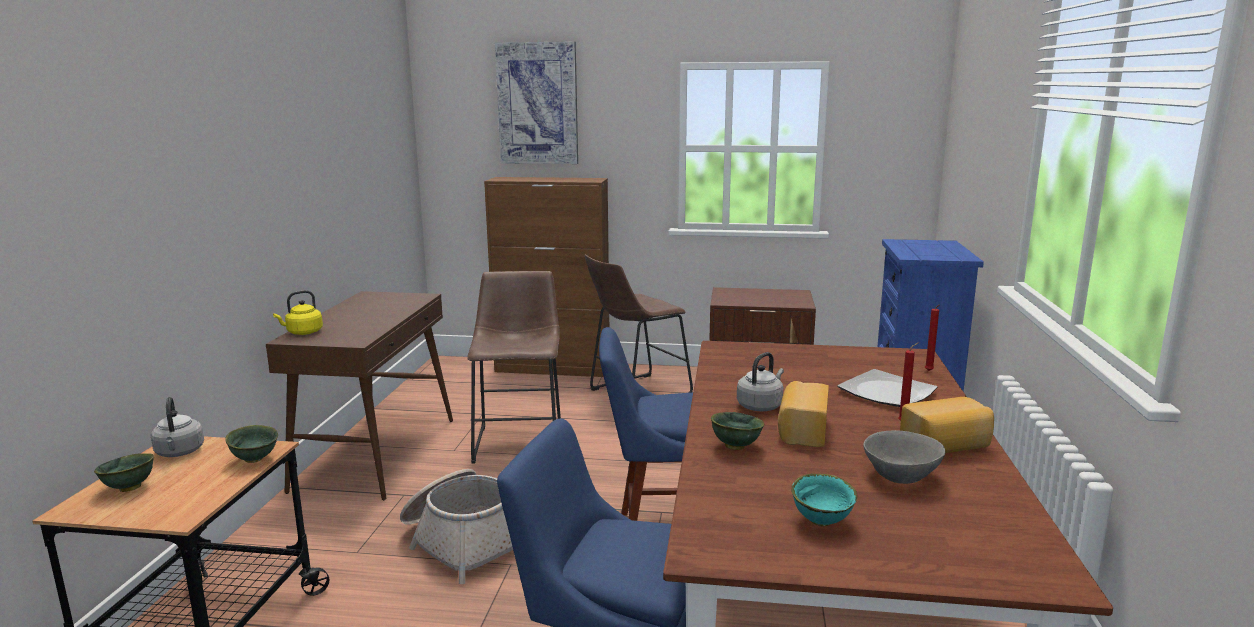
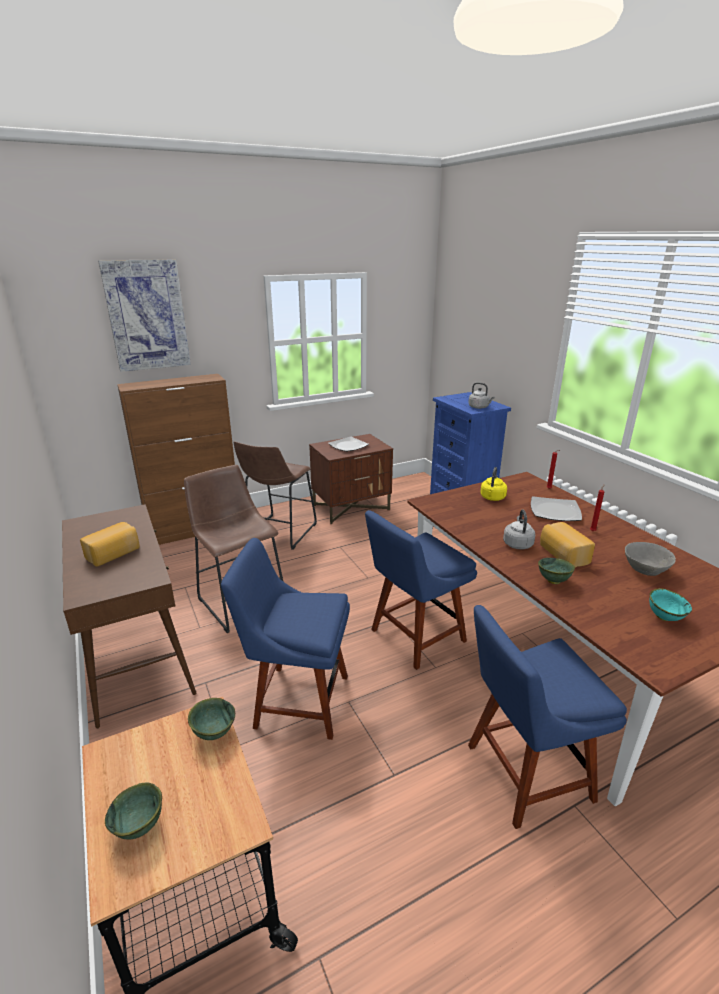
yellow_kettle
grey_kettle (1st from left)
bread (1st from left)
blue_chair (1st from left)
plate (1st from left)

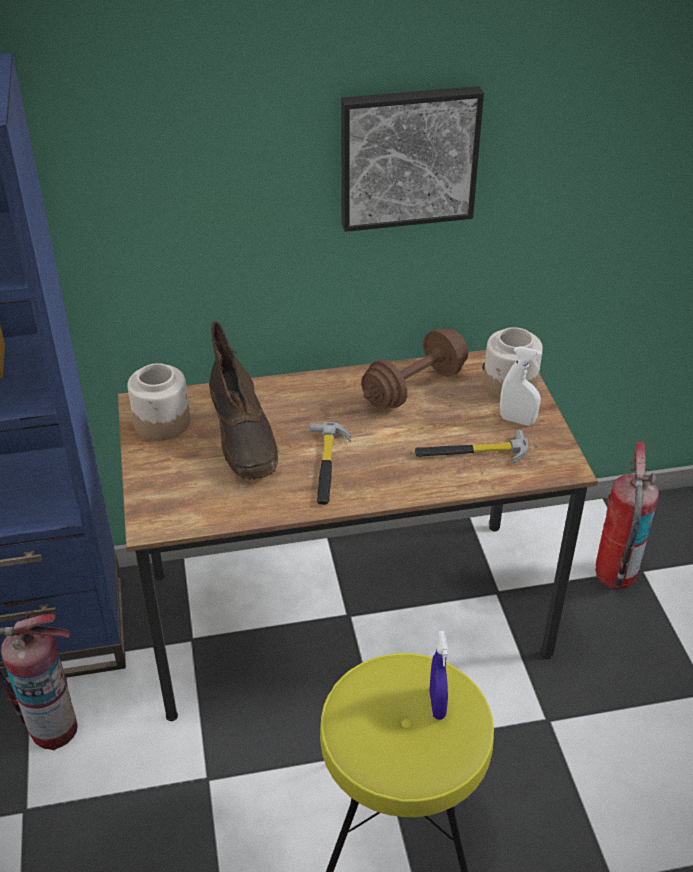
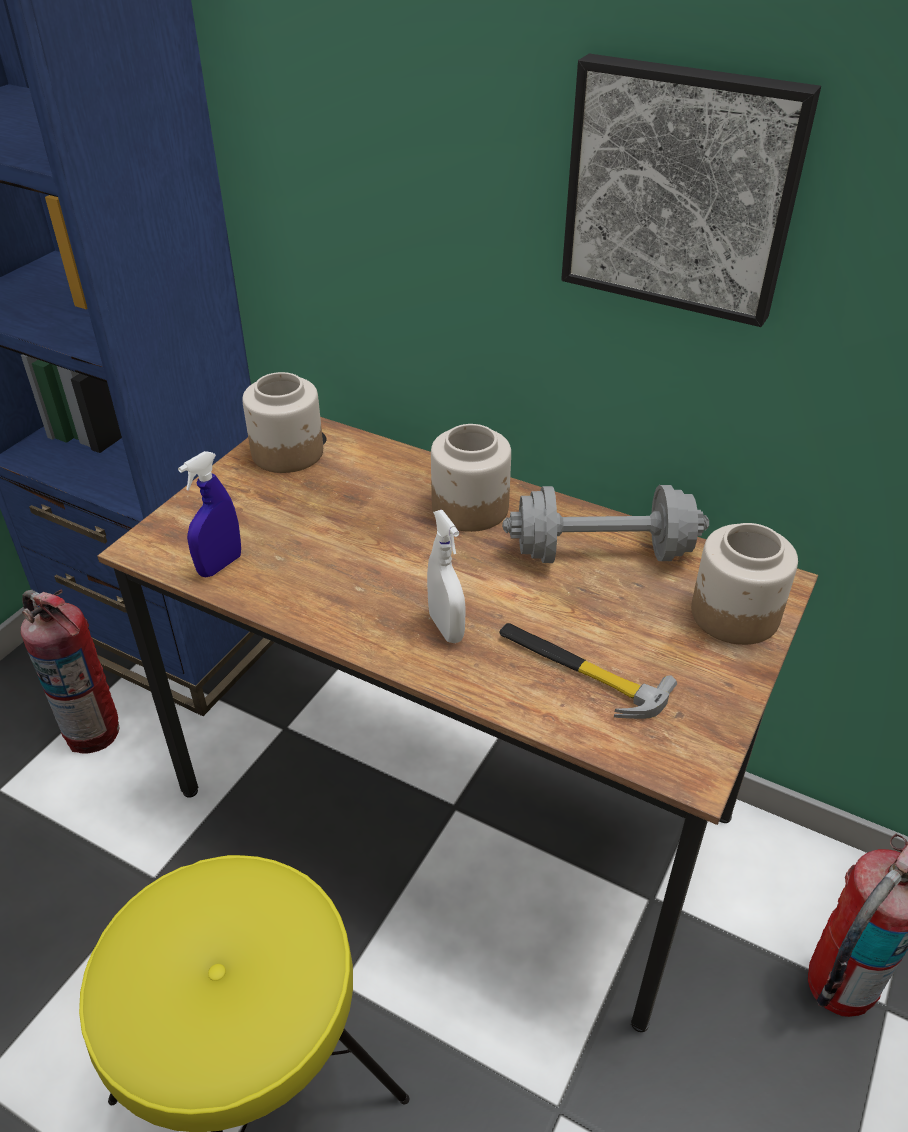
brown_boot
grey_dumbbell
white_spray_bottle
hammer (1st from left in the first image)
blue_spray_bottle
jar (2nd from left)

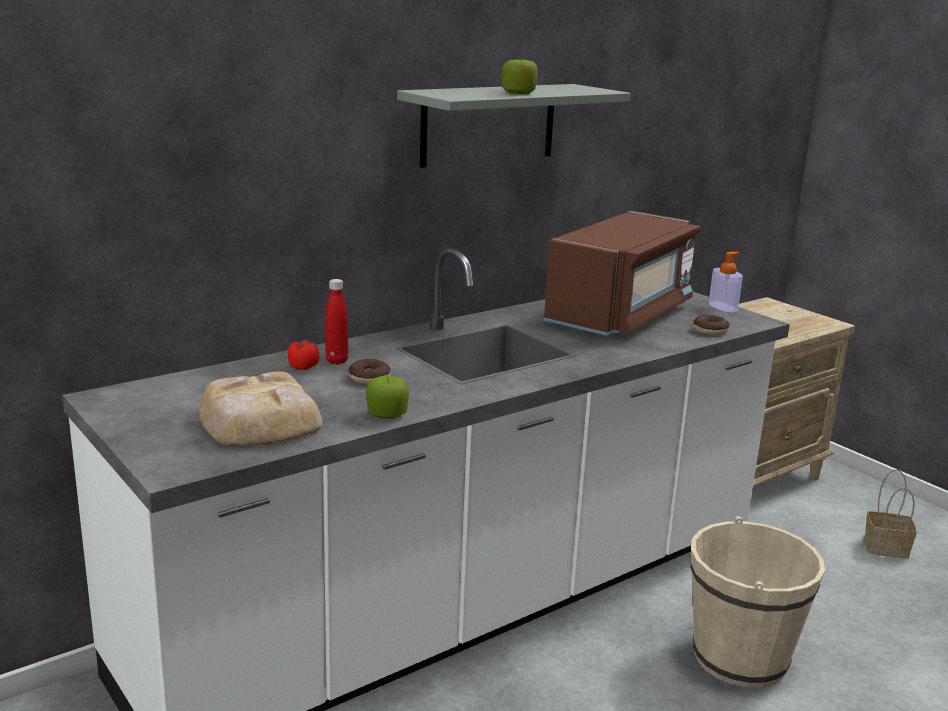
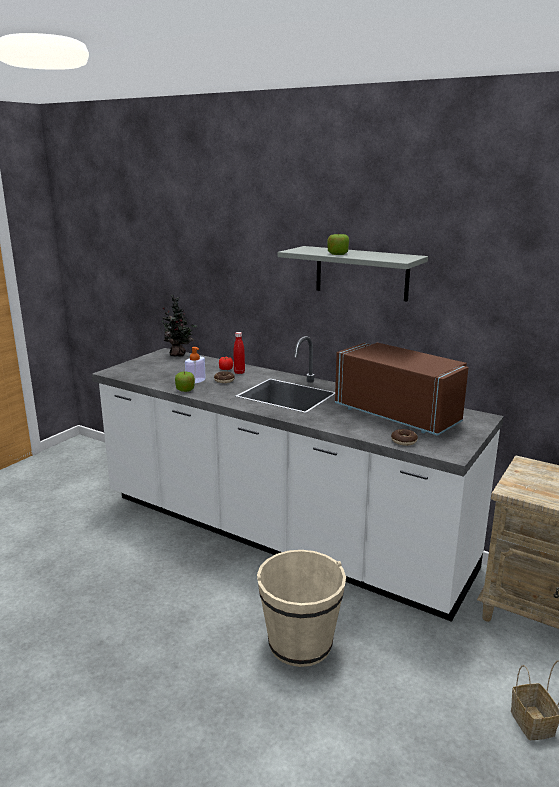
brown_microwave
soap_dispenser
bread
potted_plant

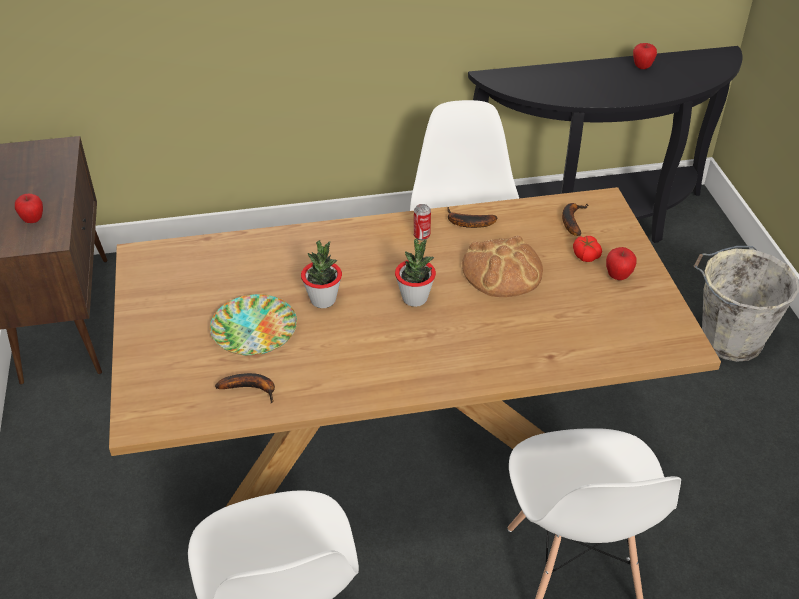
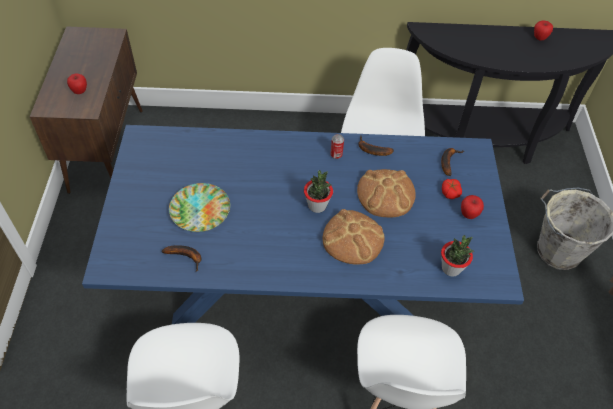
blue_dining_table
potted_plant (2nd from left)
bread (1st from left)

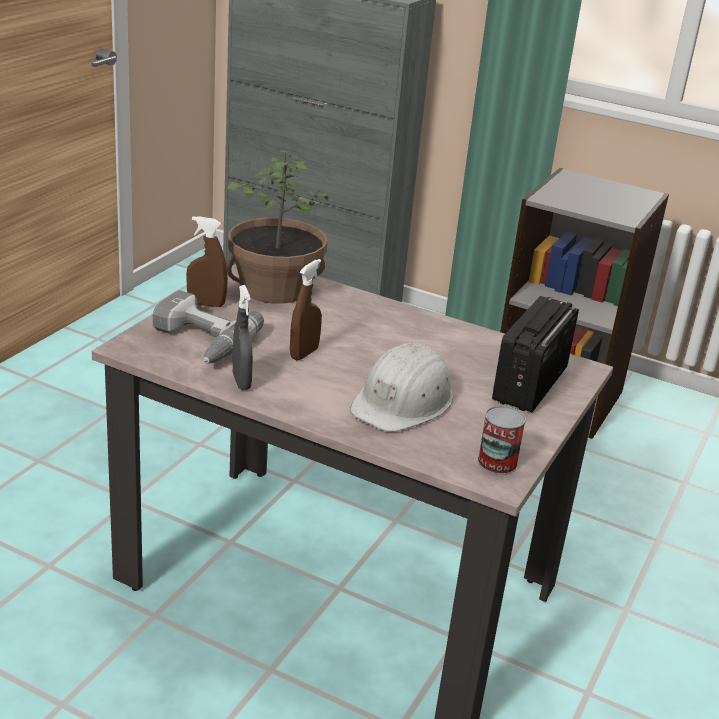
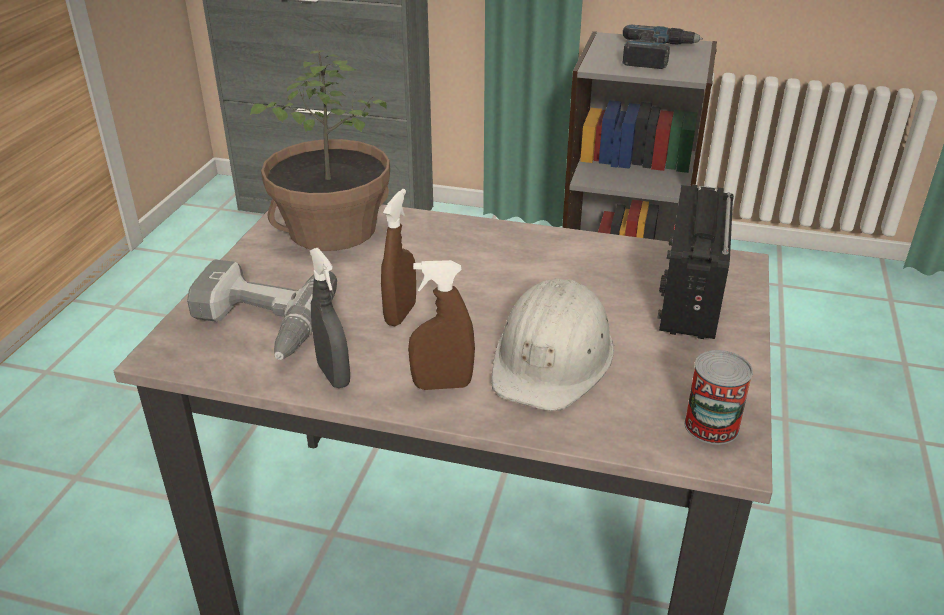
brown_spray_bottle (2nd from left)
power_drill (2nd from left)

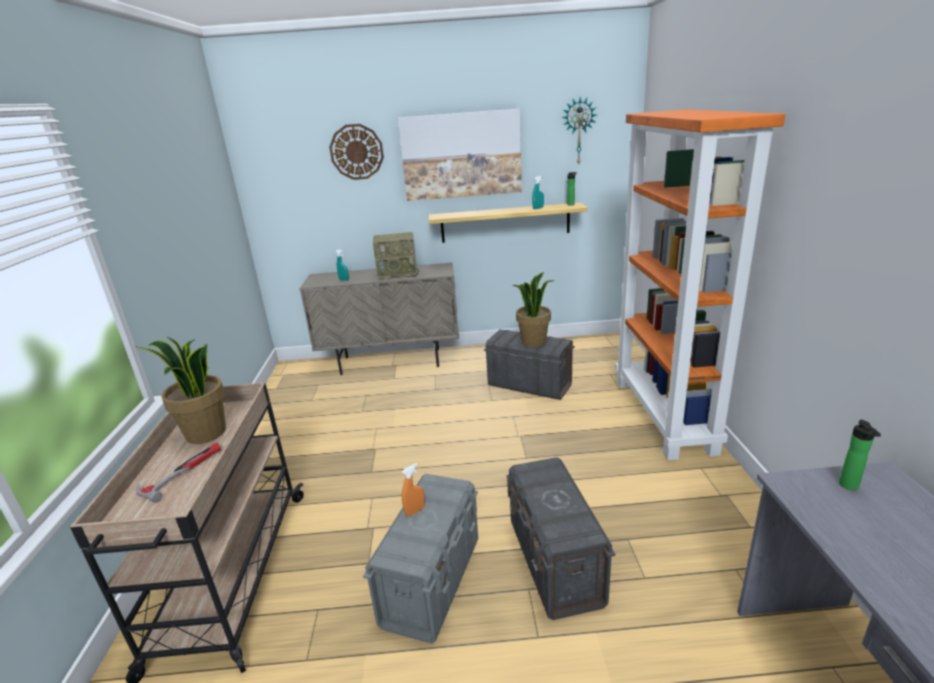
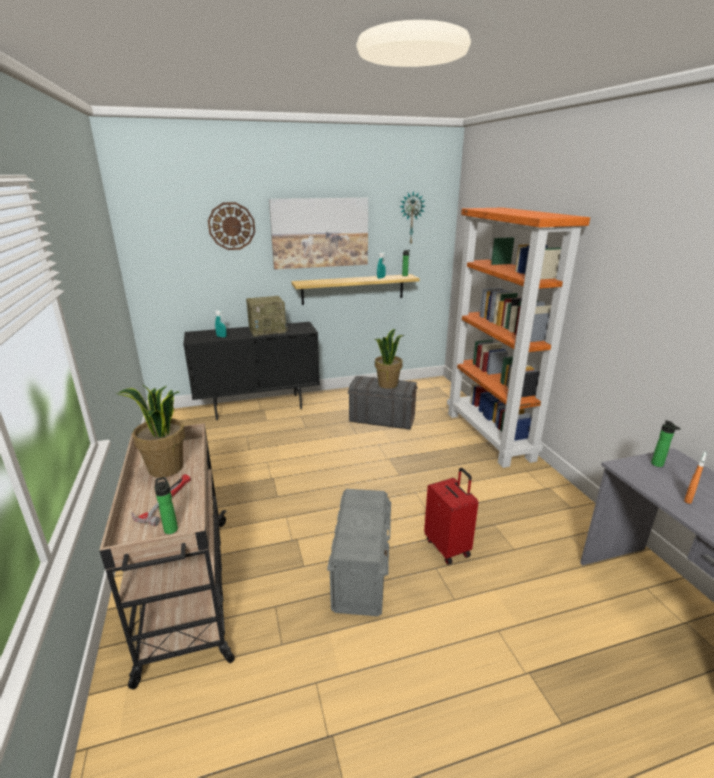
black_cabinet
red_suitcase
orange_spray_bottle
bottle (1st from left)

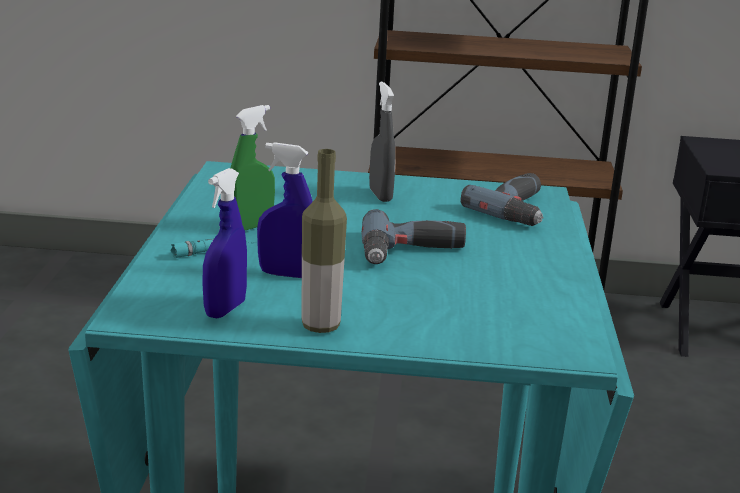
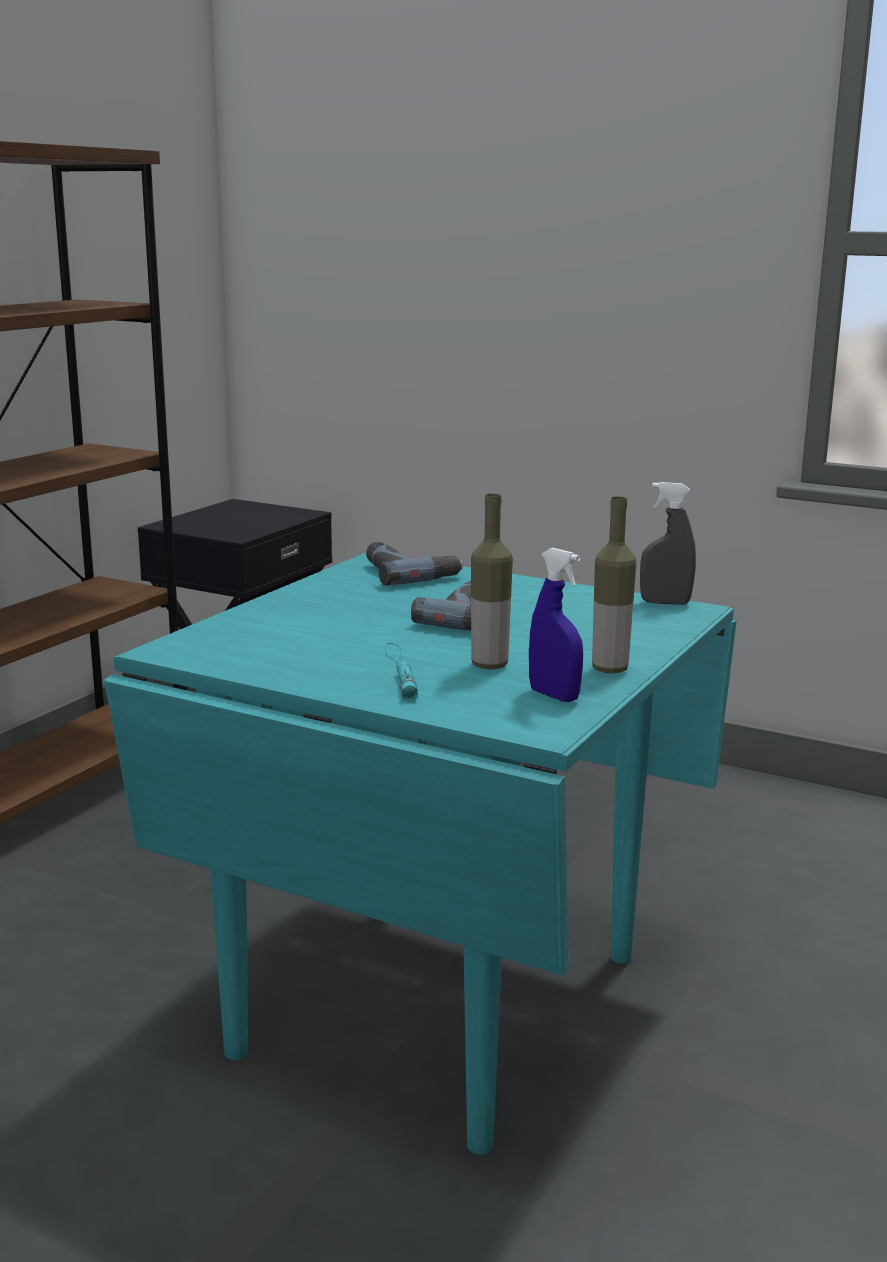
grey_spray_bottle
green_spray_bottle
bottle (1st from left)

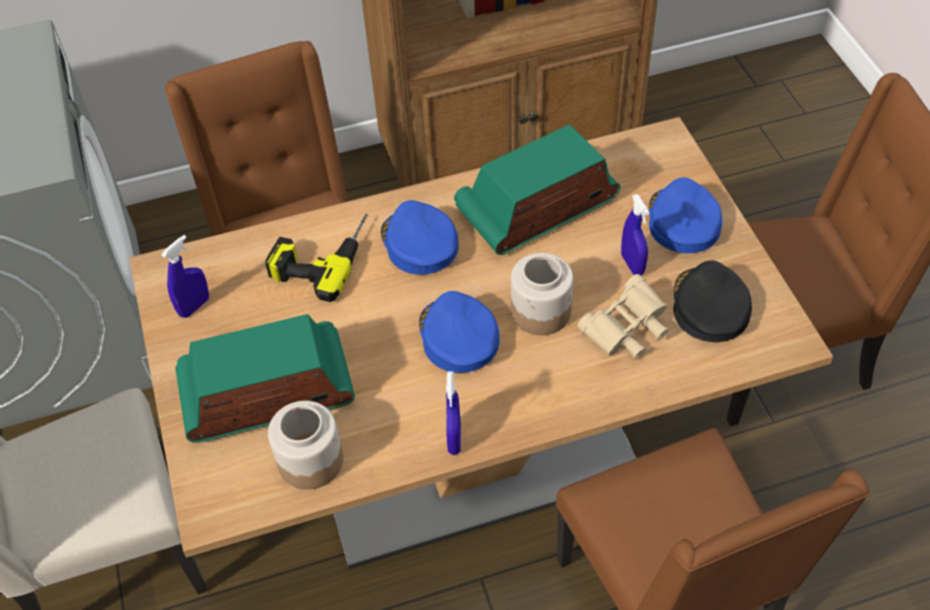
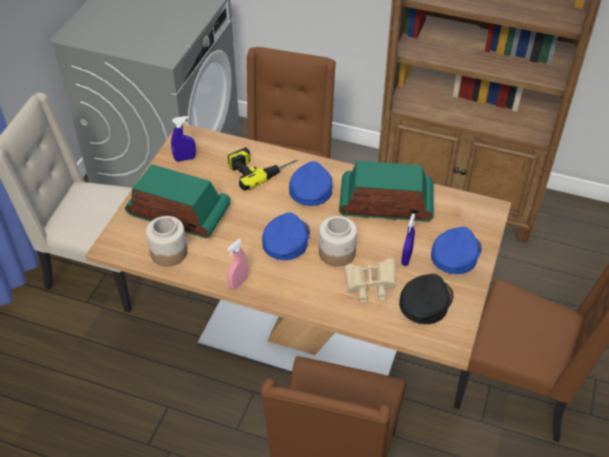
pink_spray_bottle

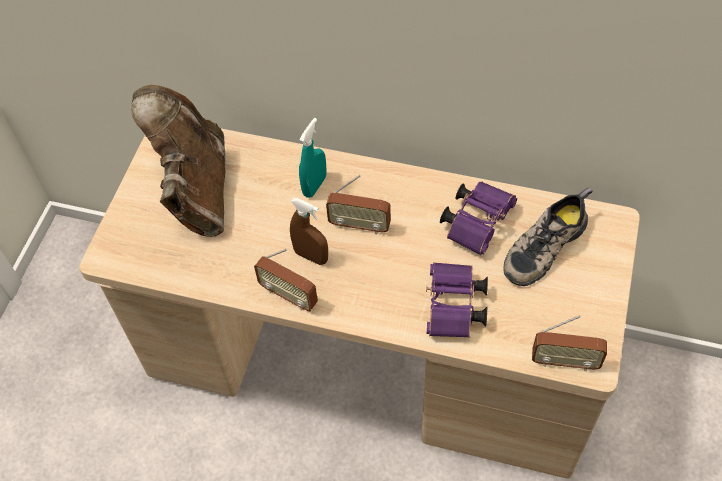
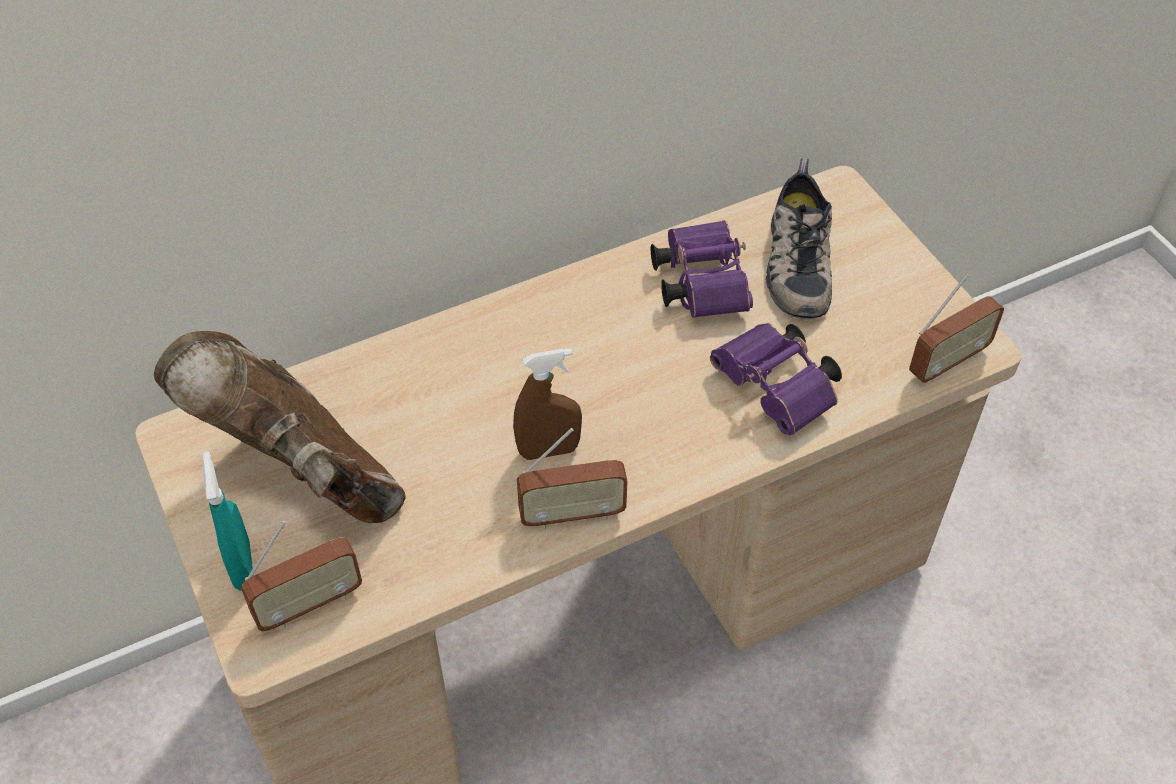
turquoise_spray_bottle
radio (1st from left)

